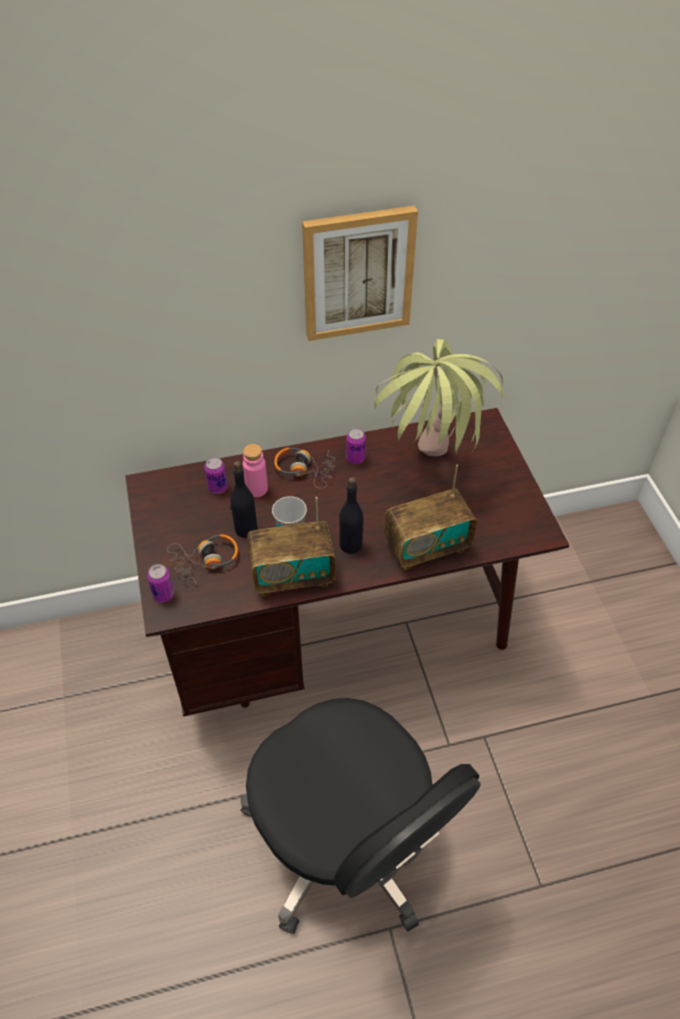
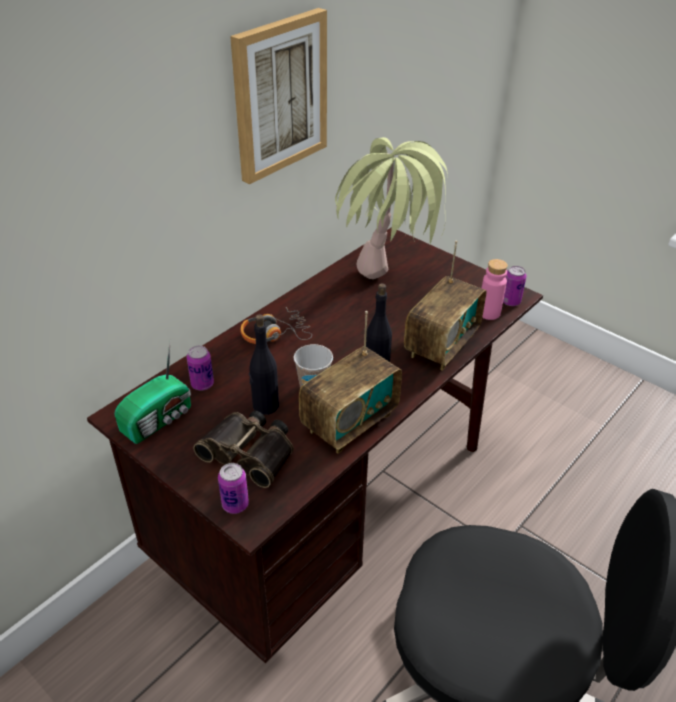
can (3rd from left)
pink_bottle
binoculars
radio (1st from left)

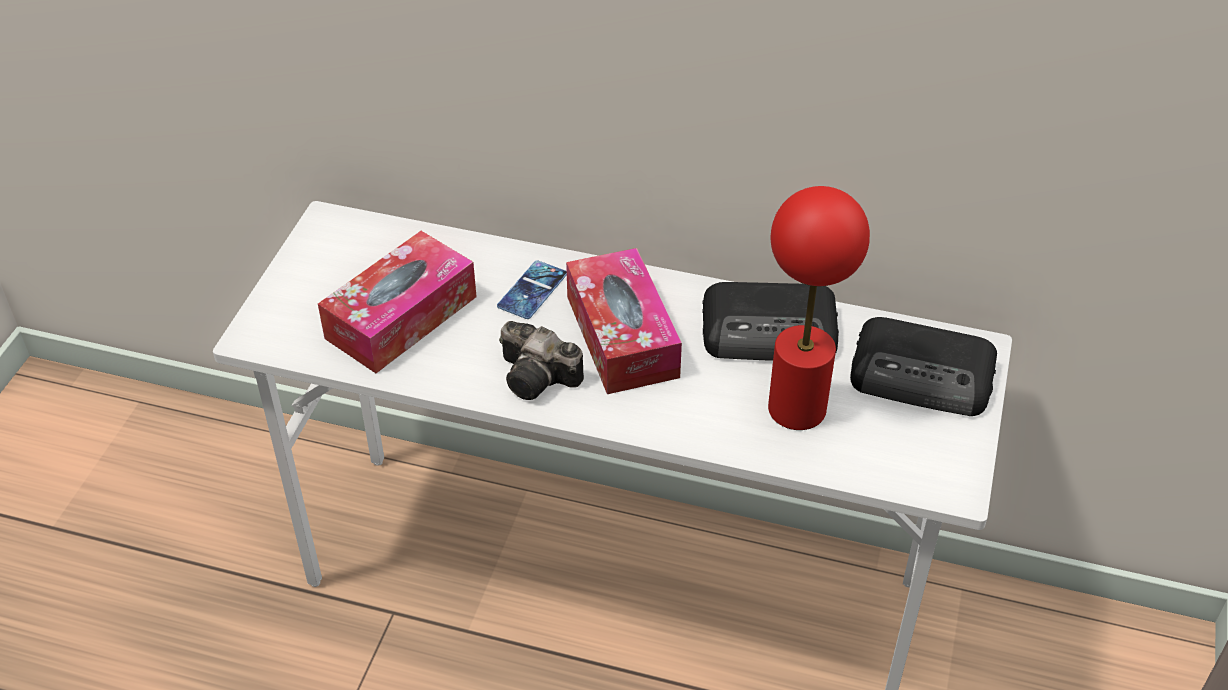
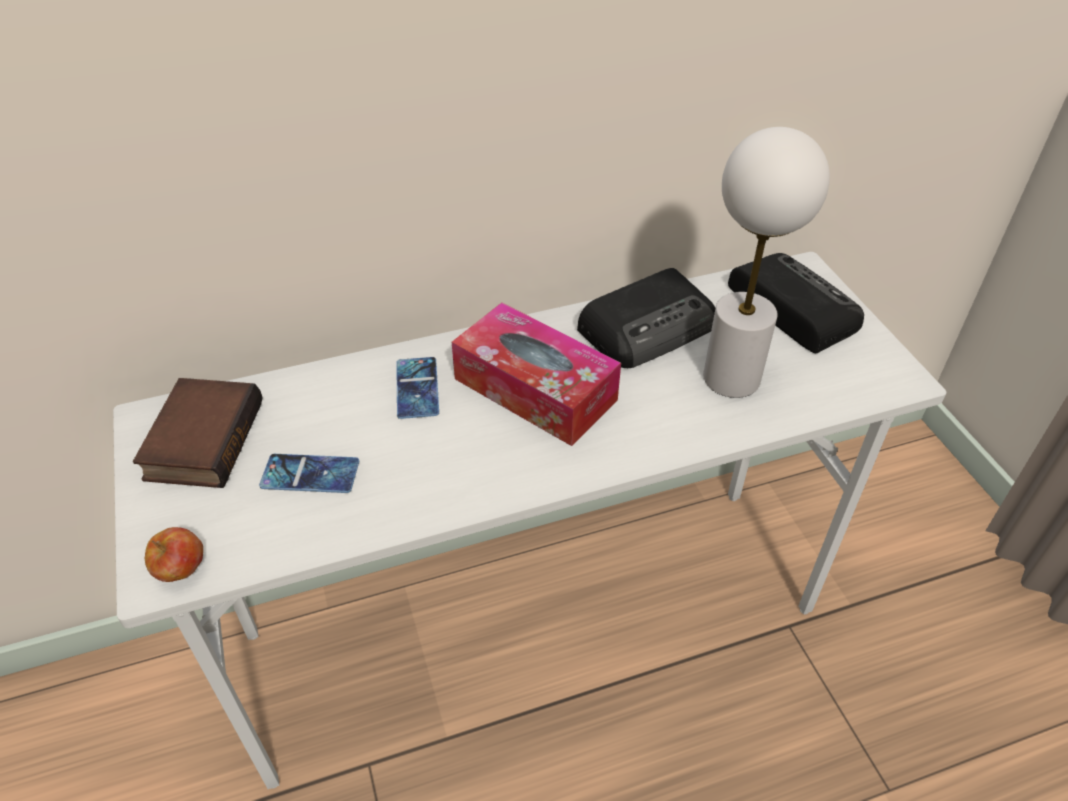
white_table_lamp
phone (1st from left)
radio (2nd from left)
photo_camera
book
apple

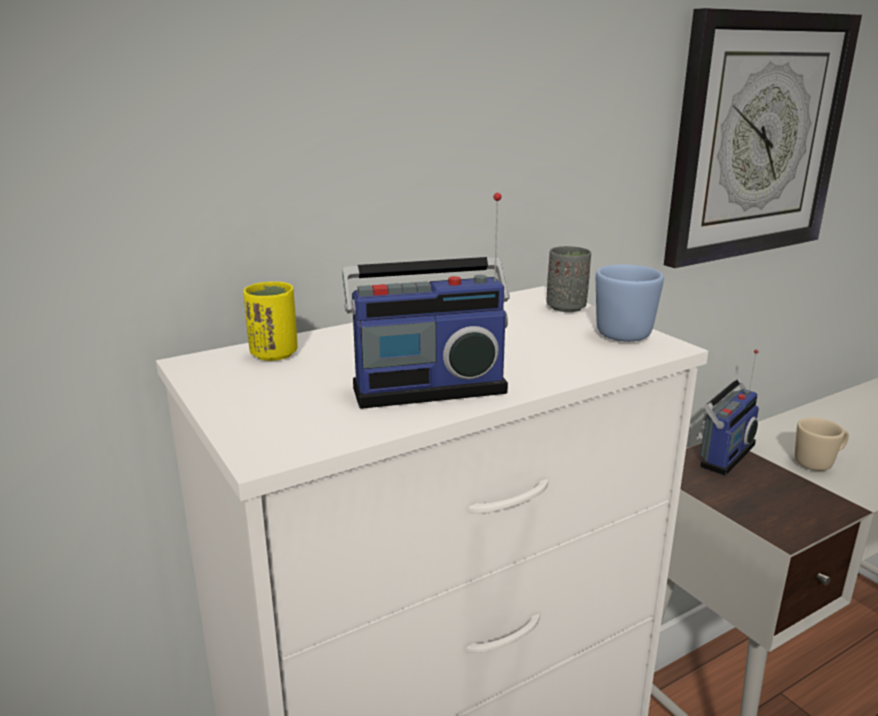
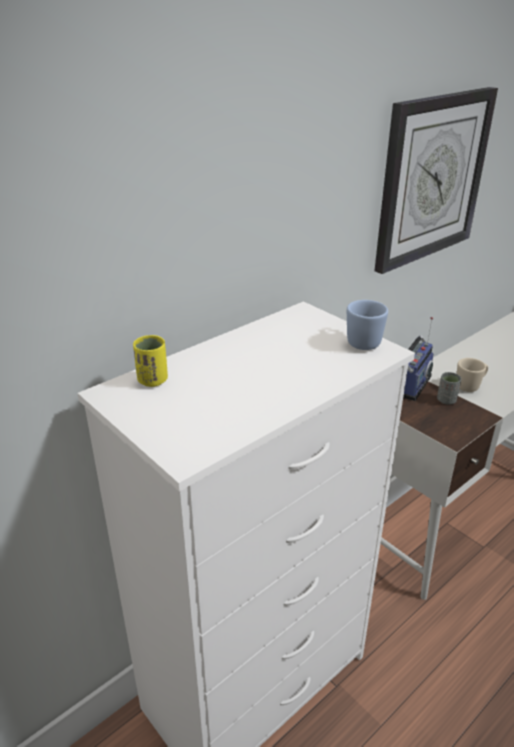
radio (1st from left in the first image)
grey_cup

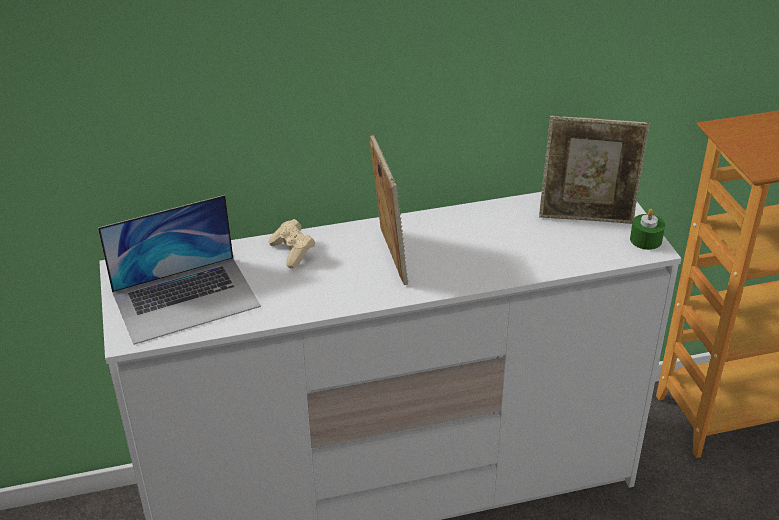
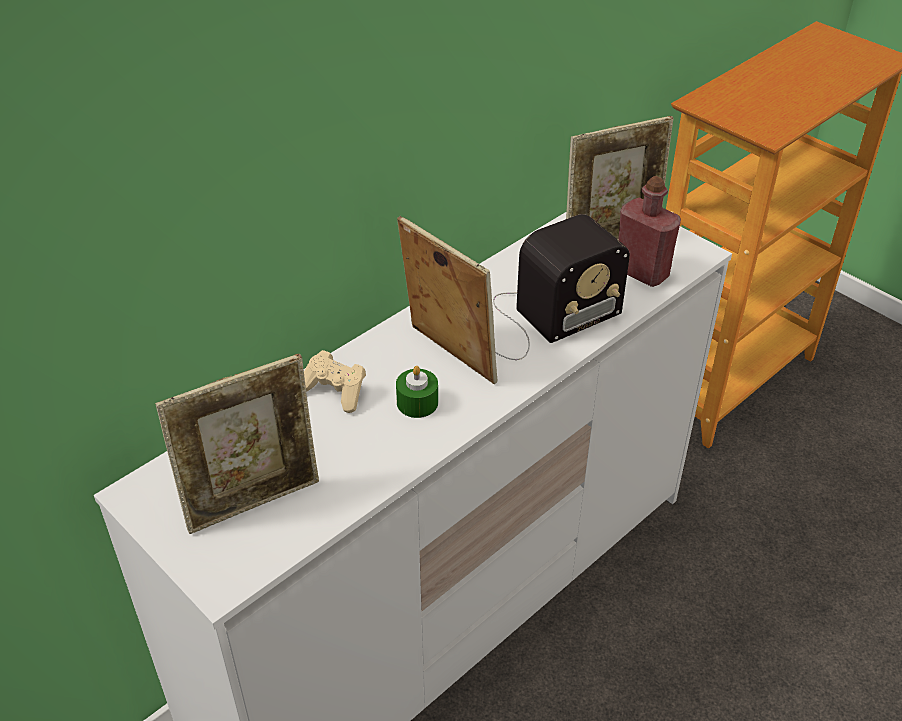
picture_frame (1st from left)
green_candle
red_bottle
radio

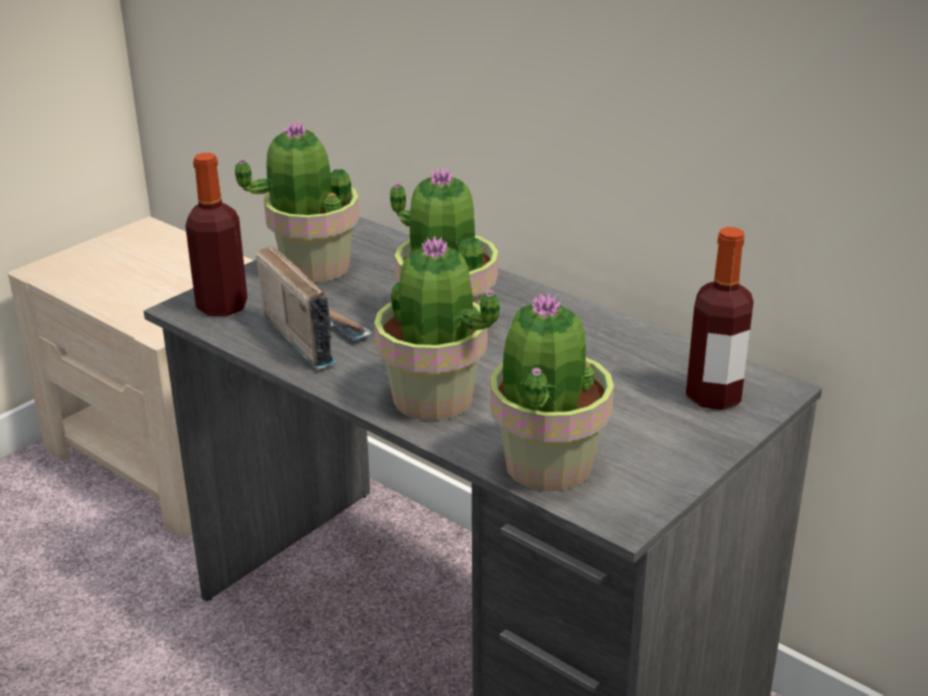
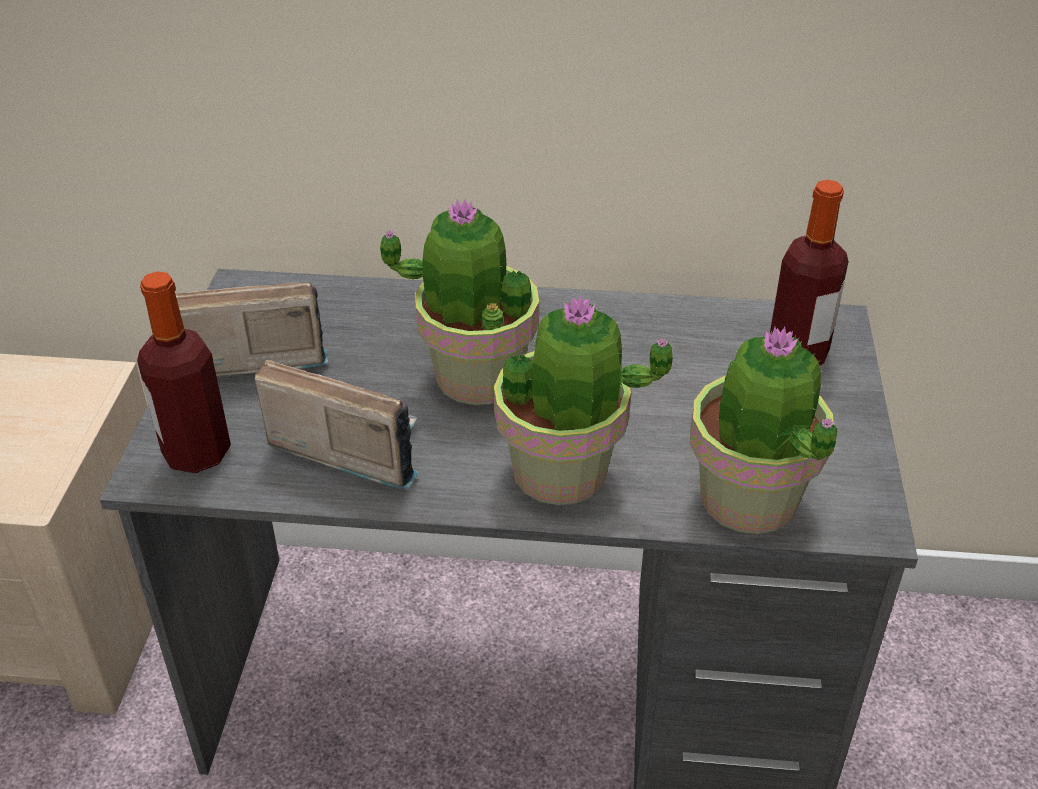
radio (1st from left)

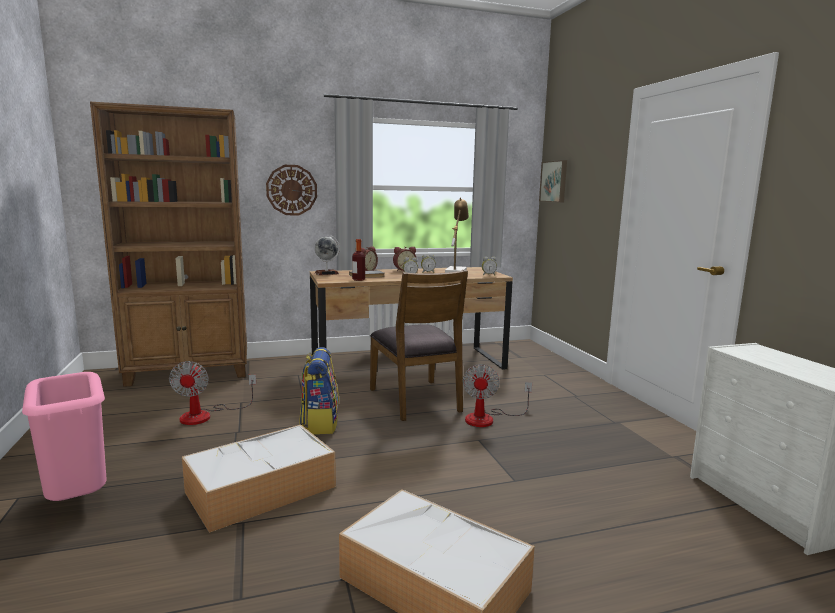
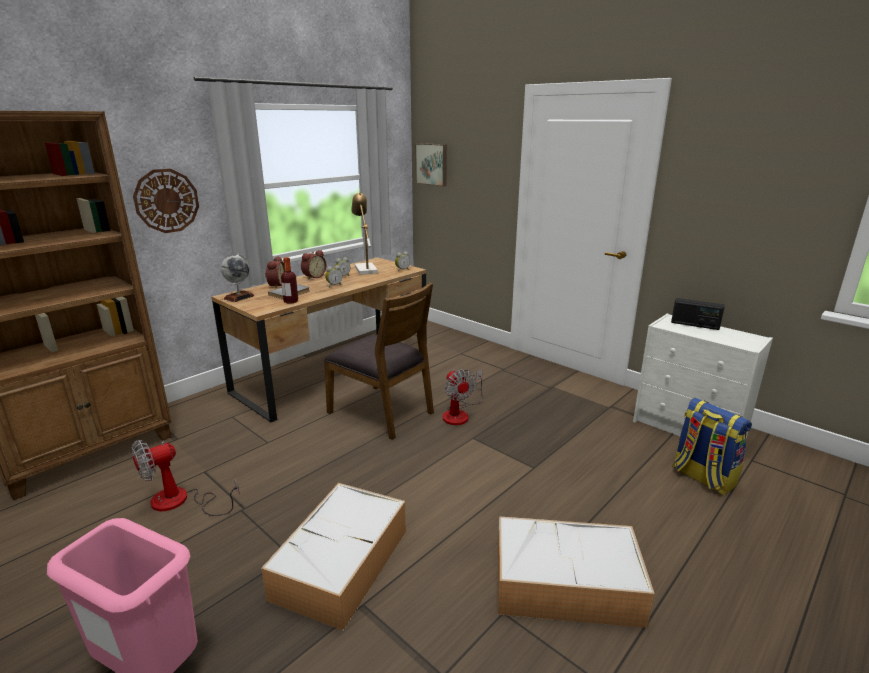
backpack
fan (1st from left)
radio

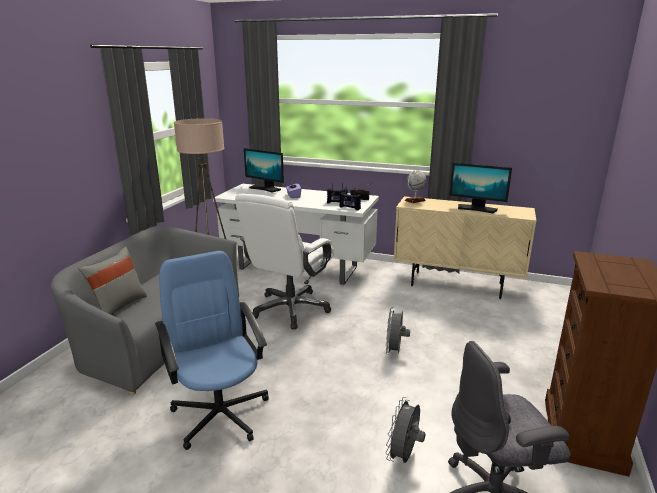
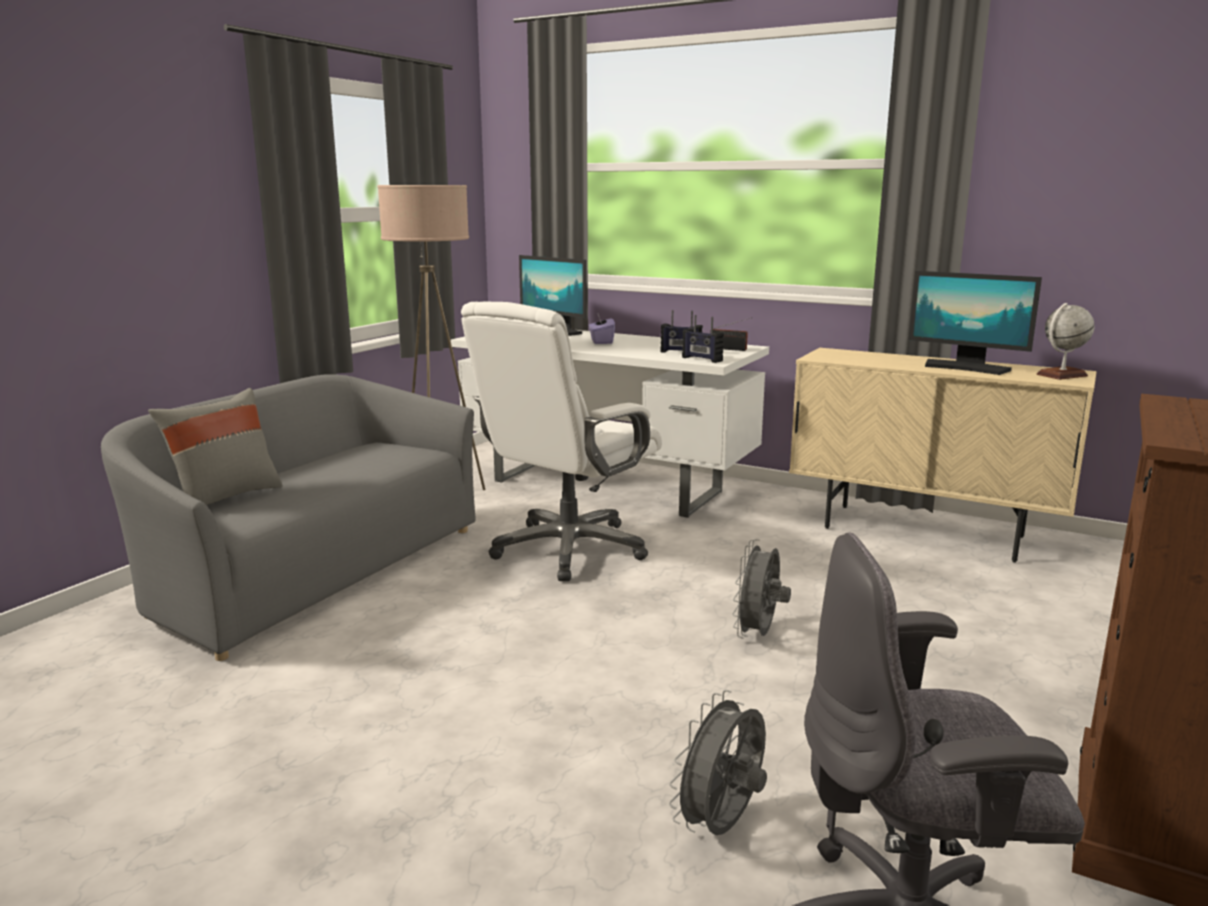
globe
blue_office_chair

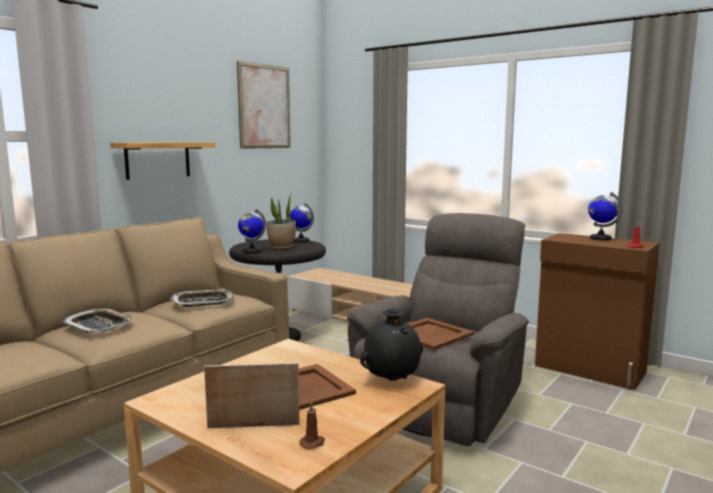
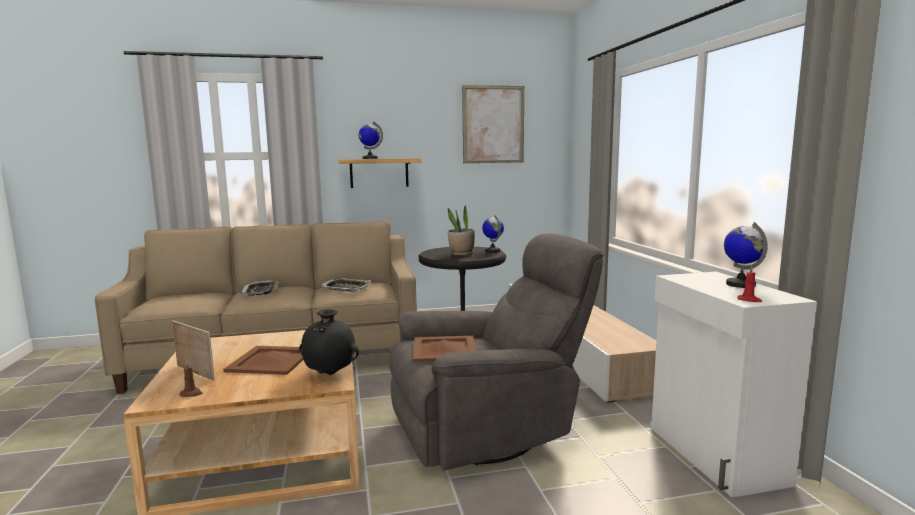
globe (1st from left)
white_cabinet

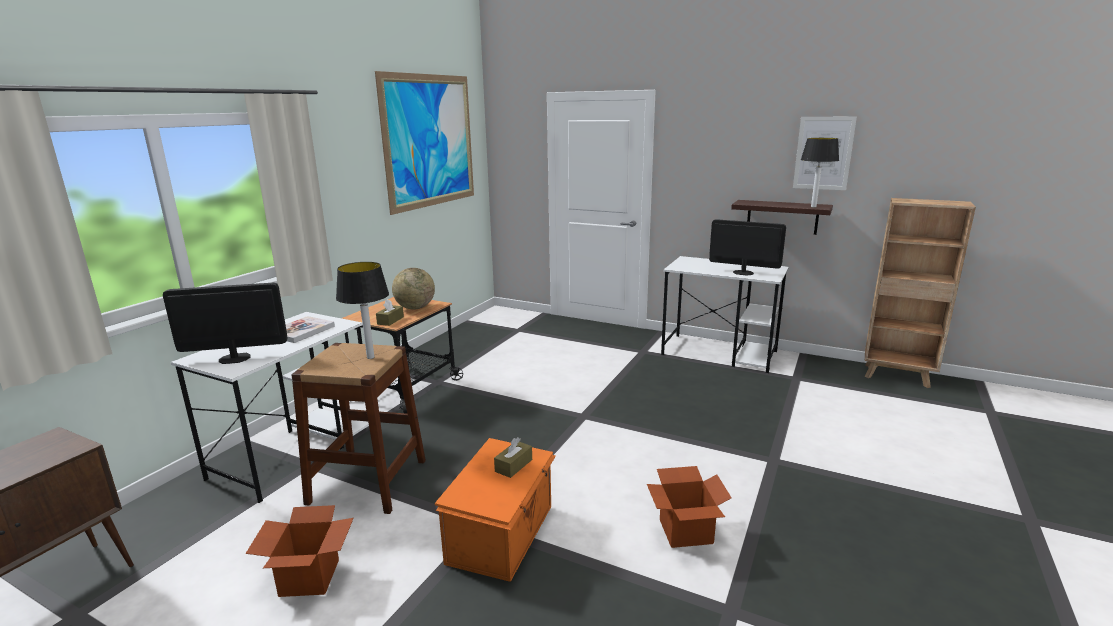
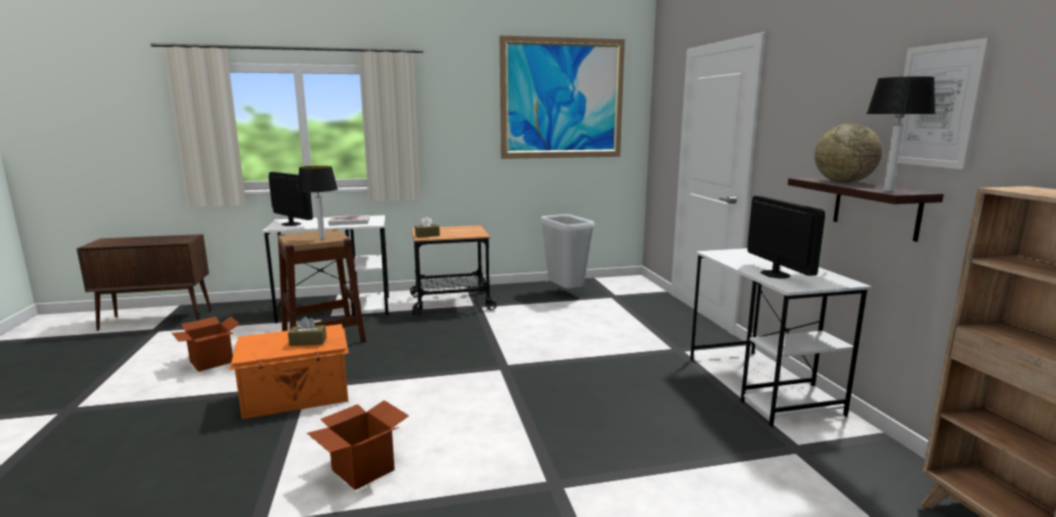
globe
grey_trash_can

